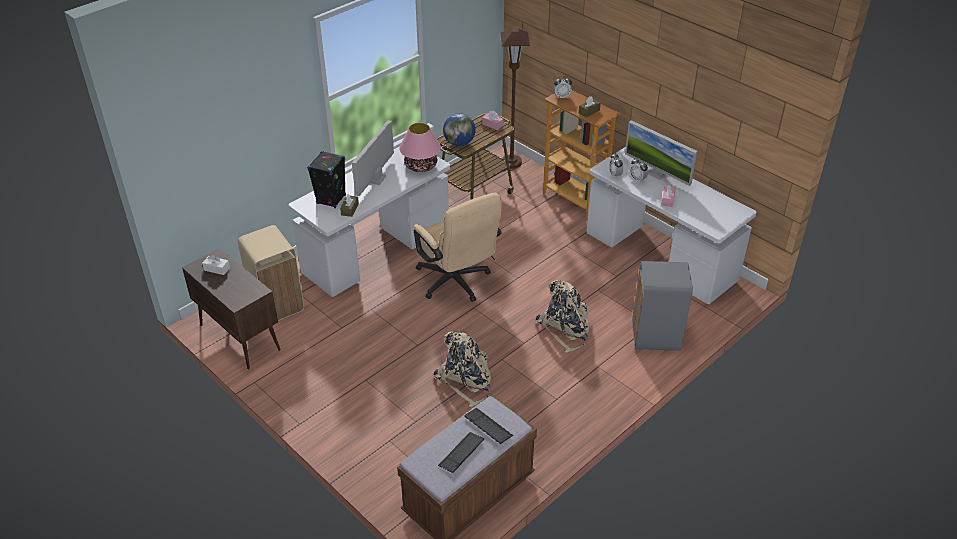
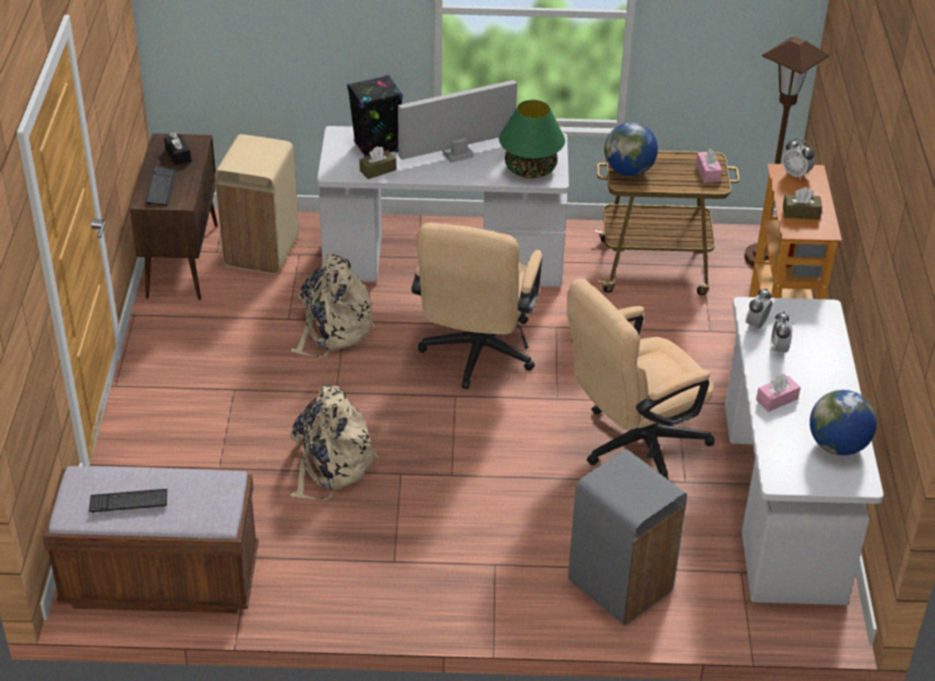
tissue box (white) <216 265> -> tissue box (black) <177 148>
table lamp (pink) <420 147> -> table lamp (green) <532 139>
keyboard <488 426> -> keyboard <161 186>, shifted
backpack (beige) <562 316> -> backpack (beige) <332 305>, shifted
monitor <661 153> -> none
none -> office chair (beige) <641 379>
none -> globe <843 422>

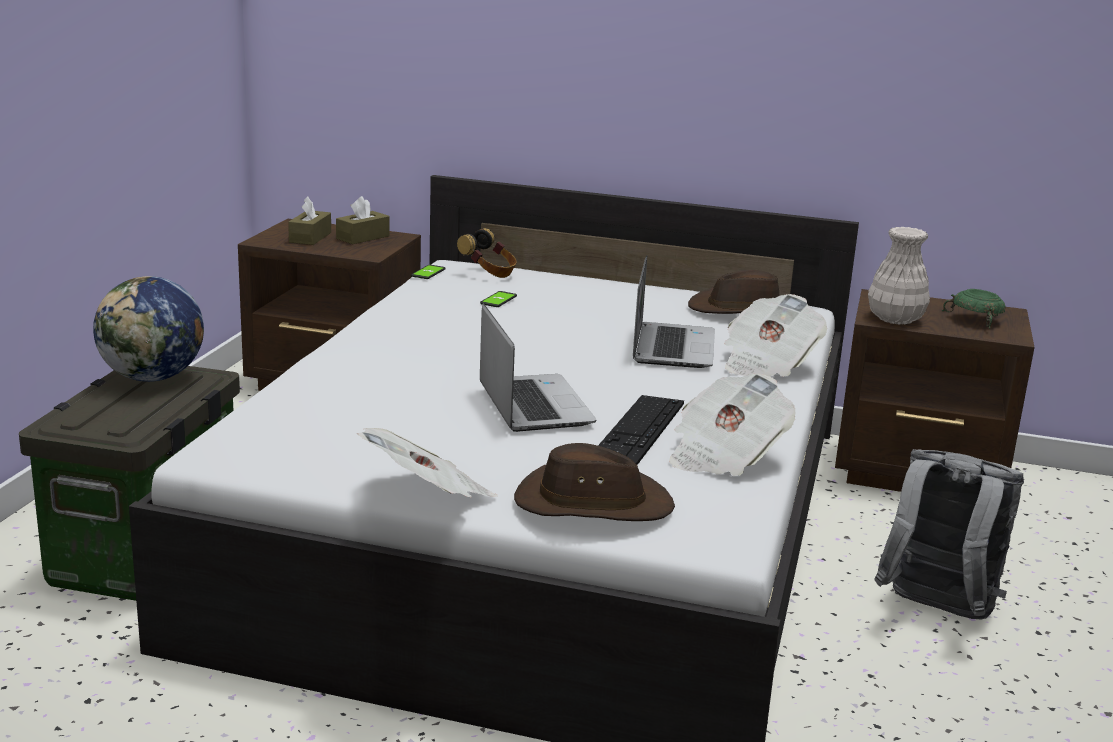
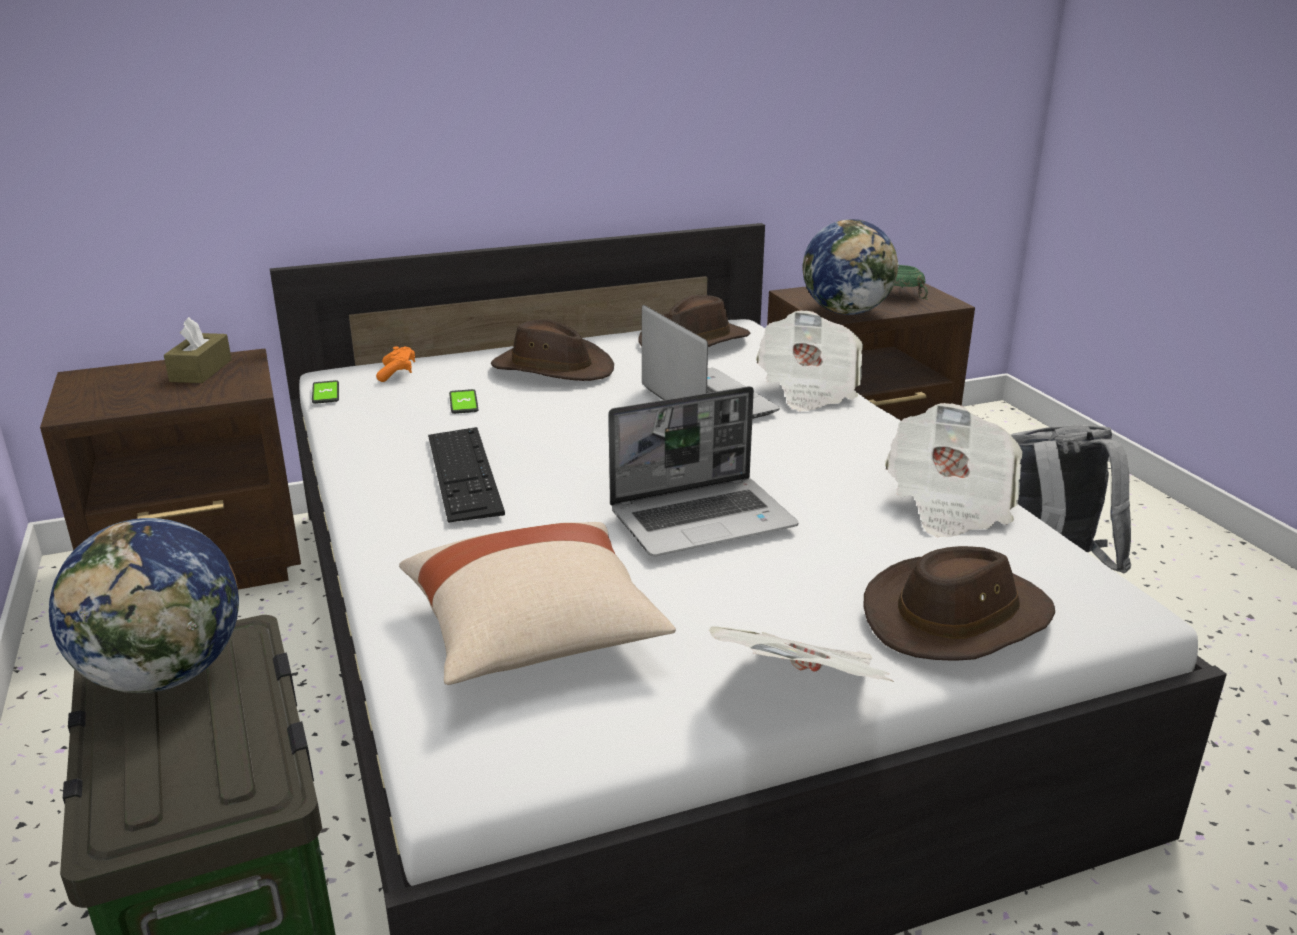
tissue box (brown) <309 221> -> none
headphones <487 253> -> game controller (orange) <395 364>
laptop <538 368> -> laptop <703 471>, 120 degrees clockwise
keyboard <641 430> -> keyboard <466 475>, shifted
vase (white) <899 276> -> globe <850 267>
none -> pillow (beige) <537 603>
none -> hat (brown) <552 350>

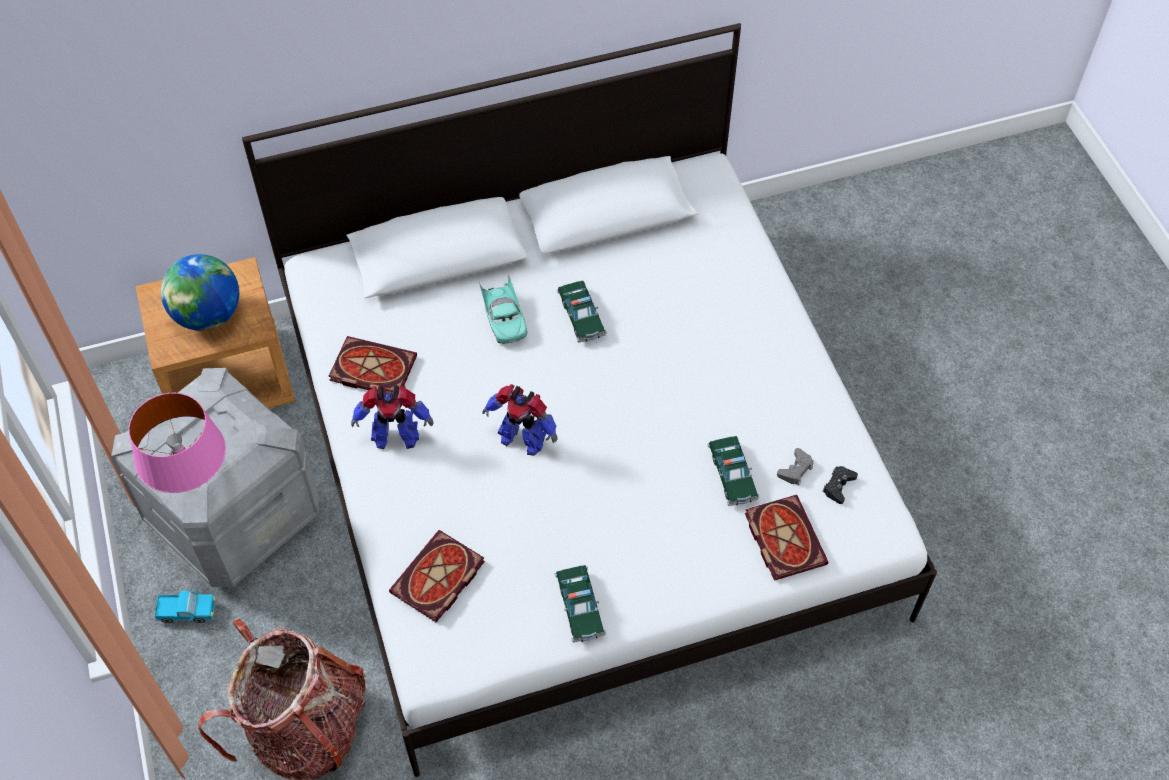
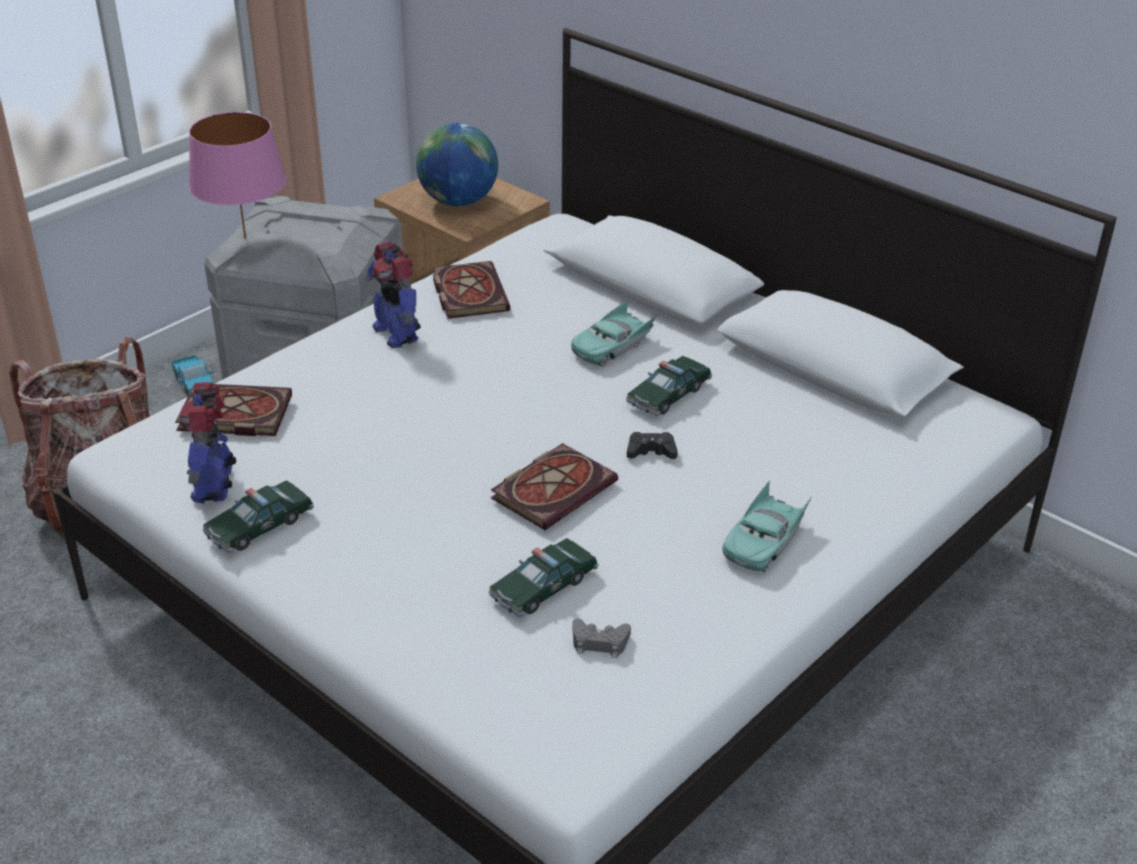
toy robot <519 420> -> toy robot <207 442>, shifted
book <787 538> -> book <554 486>, shifted
game controller (black) <840 485> -> game controller (black) <652 445>, shifted
none -> toy car (turquoise) <767 526>

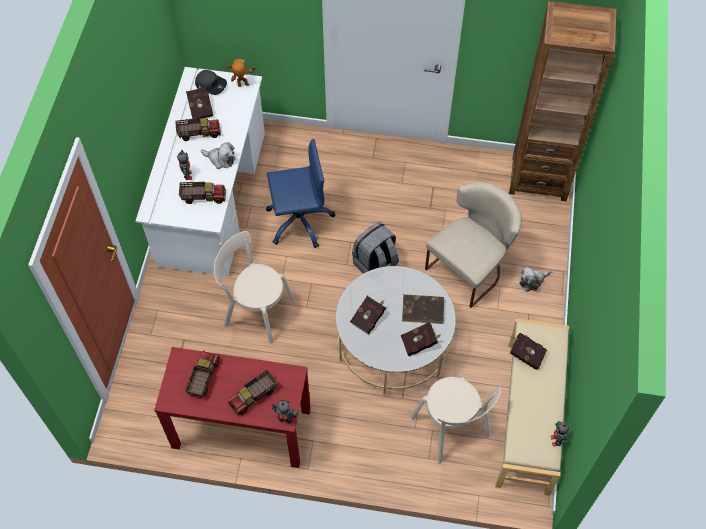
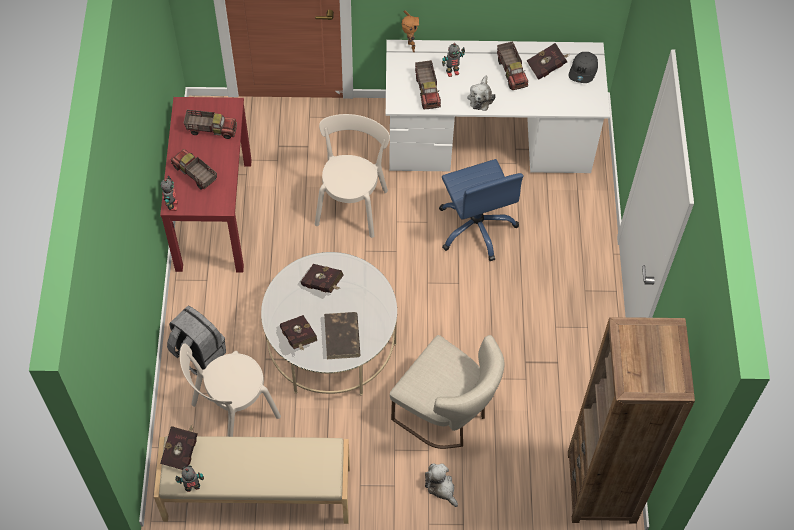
toy robot <240 73> -> toy robot <410 31>, shifted
backpack (grey) <375 247> -> backpack (grey) <196 340>, shifted
book (red) <528 351> -> book (red) <179 448>, shifted

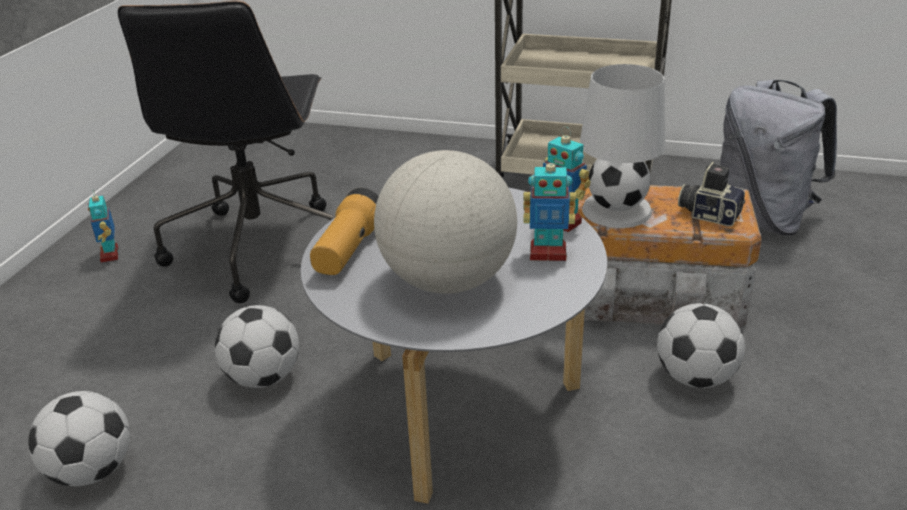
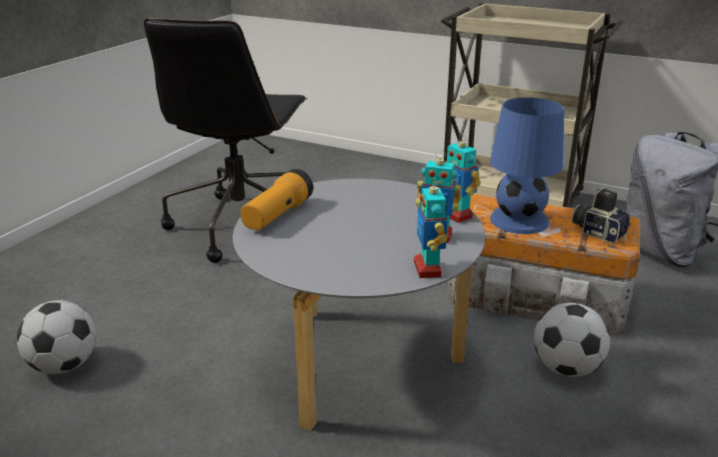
toy robot <103 226> -> toy robot <431 227>, shifted
football <257 346> -> none
globe <445 222> -> none
table lamp (white) <623 146> -> table lamp (blue) <527 165>

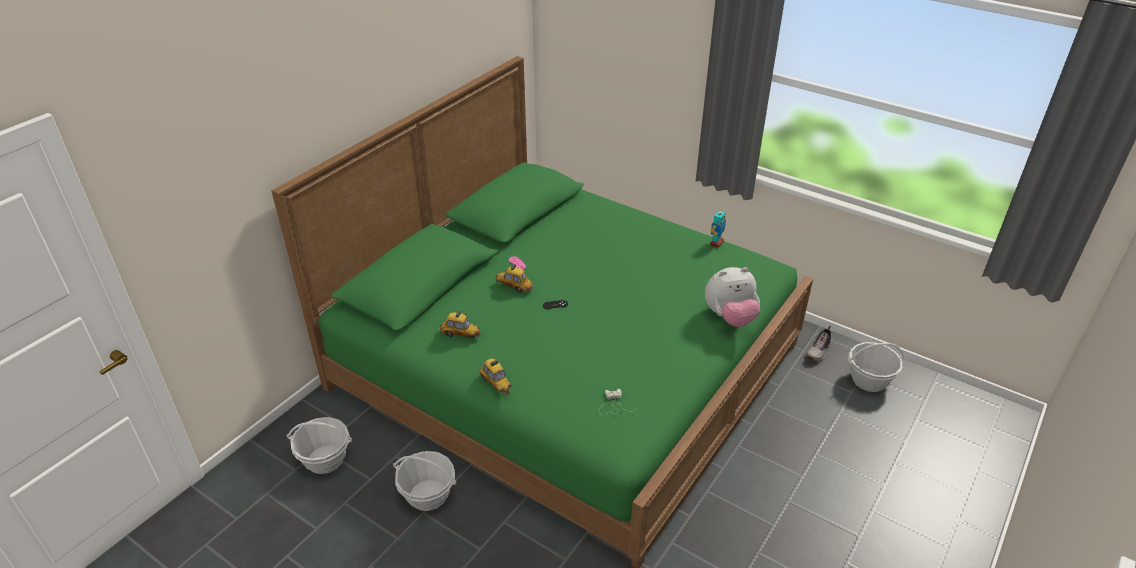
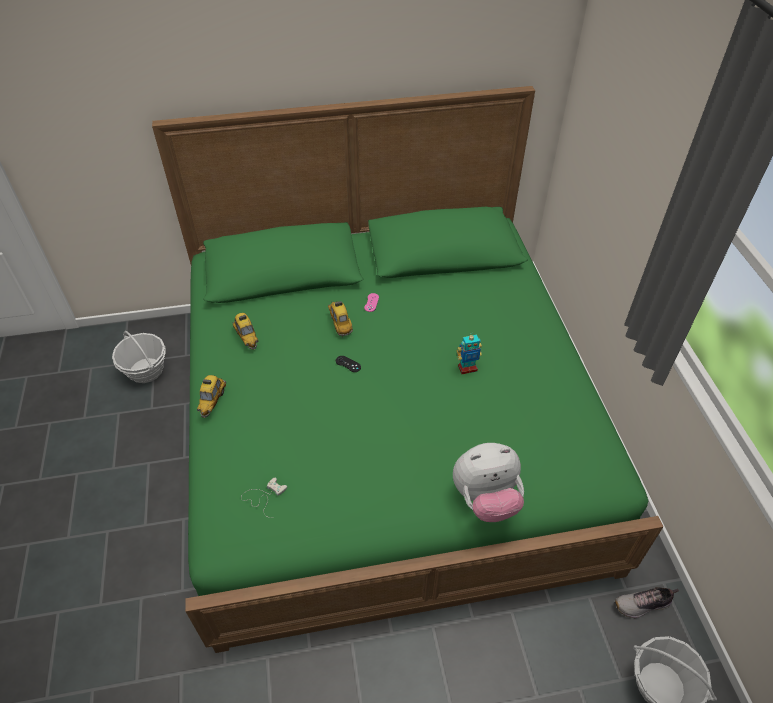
basket <424 481> -> none
plush toy <732 297> -> plush toy <488 482>, 45 degrees counterclockwise
toy robot <718 229> -> toy robot <469 354>, shifted

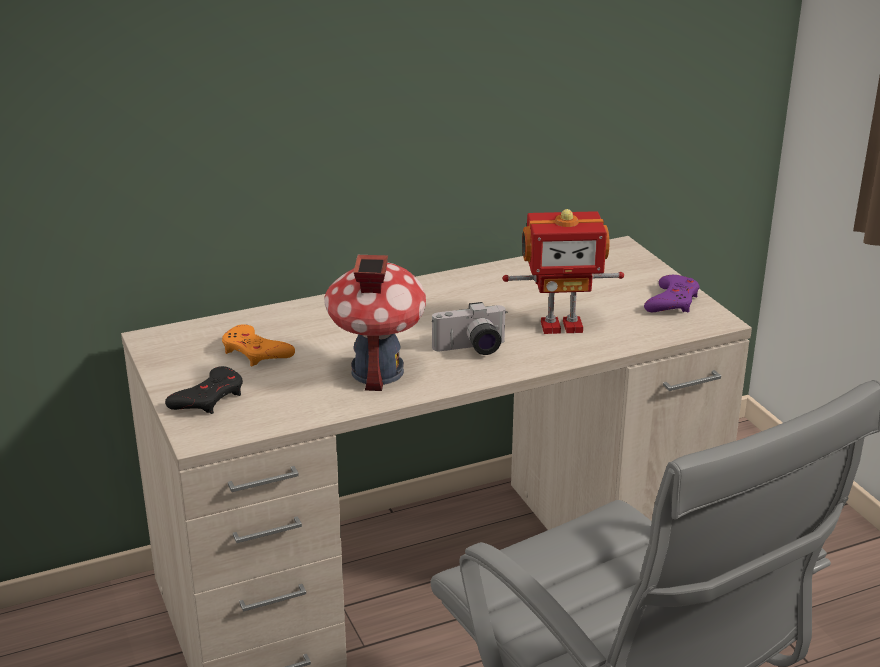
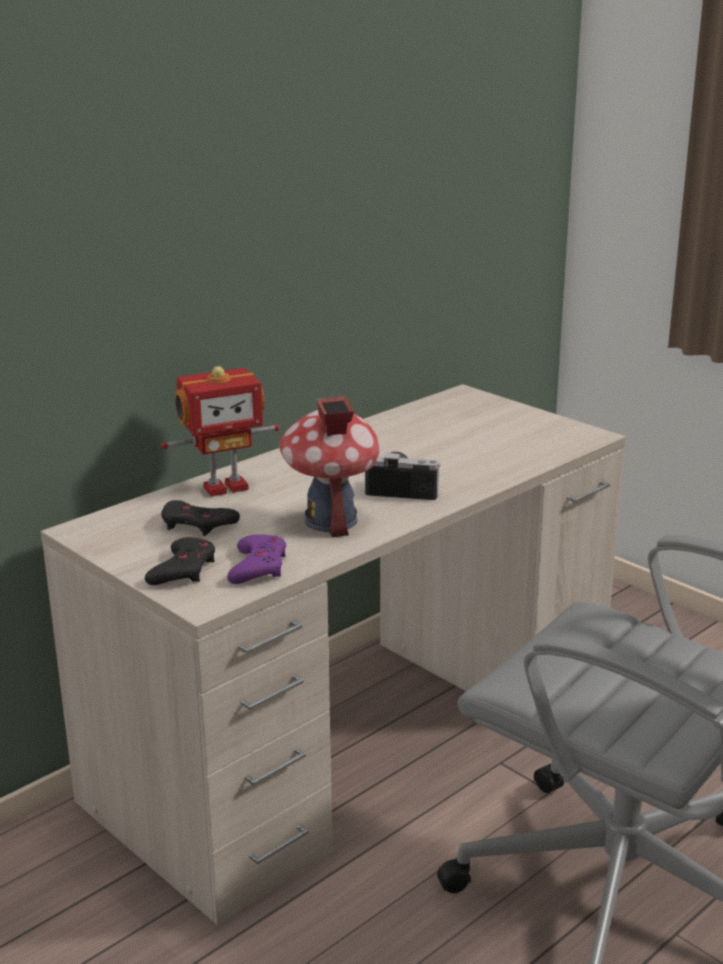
game controller (orange) <258 345> -> game controller (black) <200 518>
photo camera <469 328> -> photo camera <403 476>, 135 degrees counterclockwise
toy robot <563 271> -> toy robot <220 431>, shifted
game controller (purple) <672 294> -> game controller (purple) <256 559>, shifted

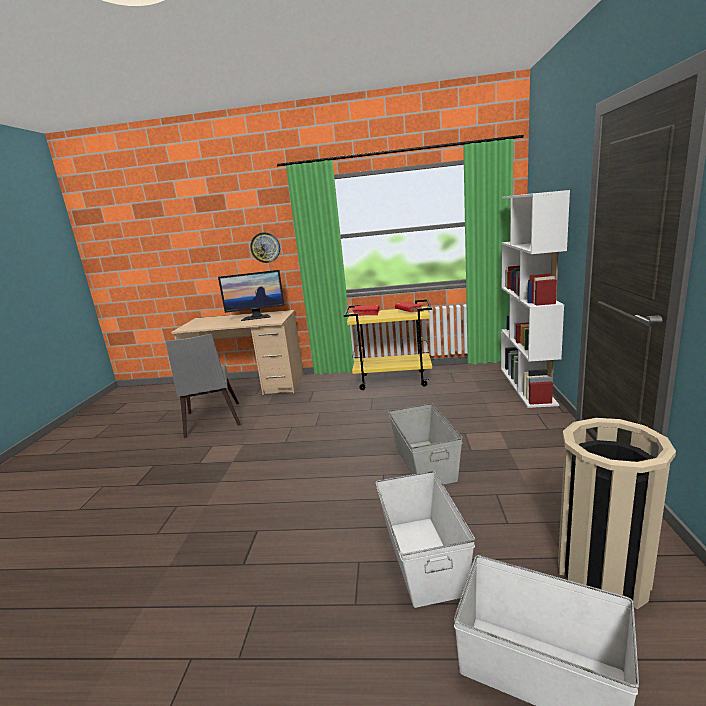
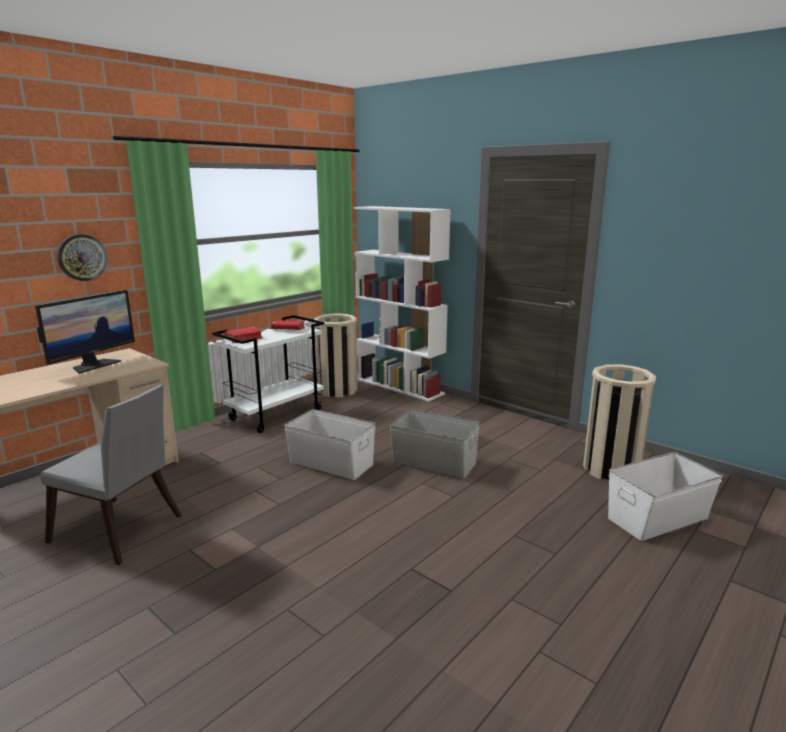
cart (yellow) <388 344> -> cart (white) <268 374>
storage box (white) <425 539> -> storage box (white) <330 444>, shifted
none -> trash can (beige) <335 355>

